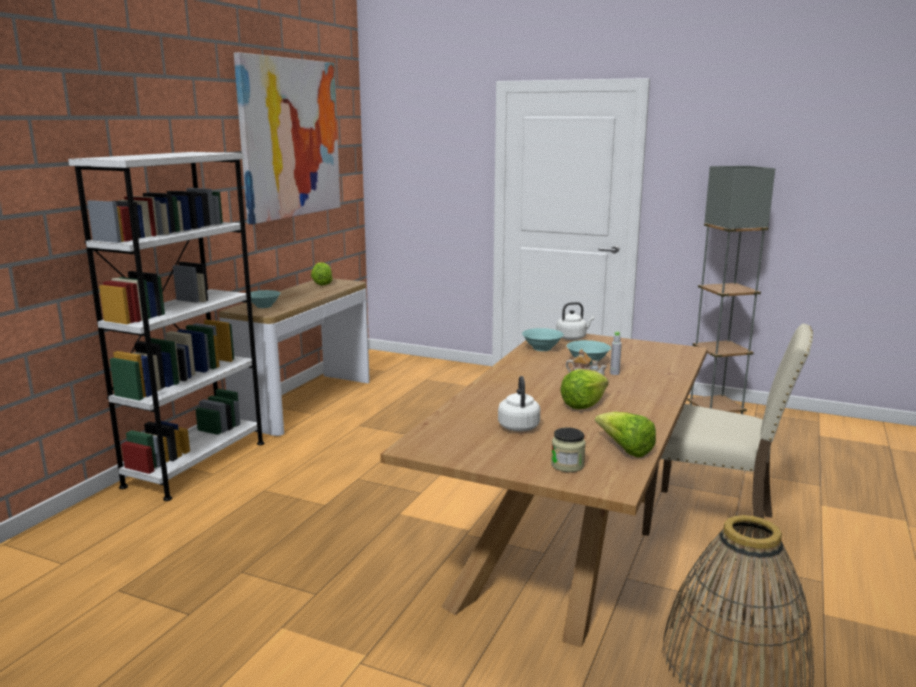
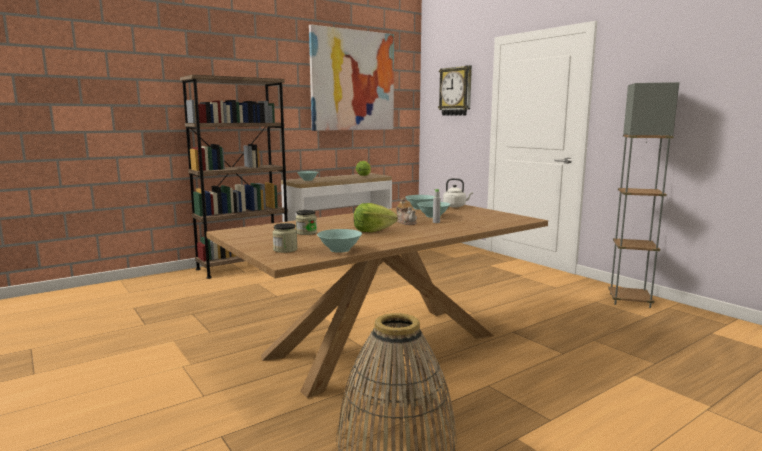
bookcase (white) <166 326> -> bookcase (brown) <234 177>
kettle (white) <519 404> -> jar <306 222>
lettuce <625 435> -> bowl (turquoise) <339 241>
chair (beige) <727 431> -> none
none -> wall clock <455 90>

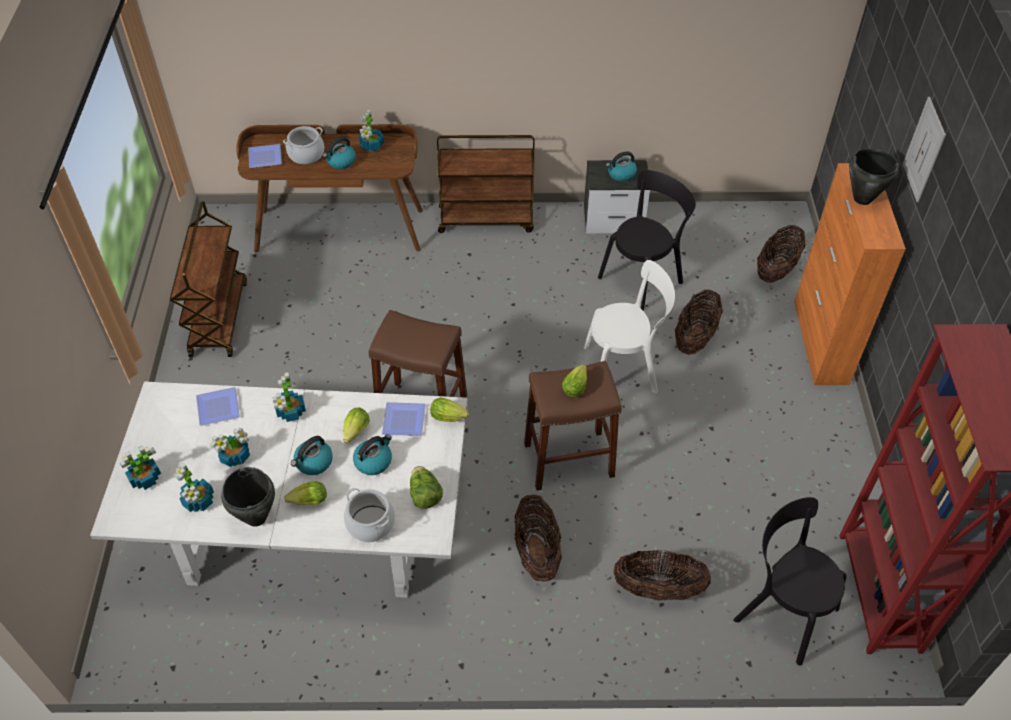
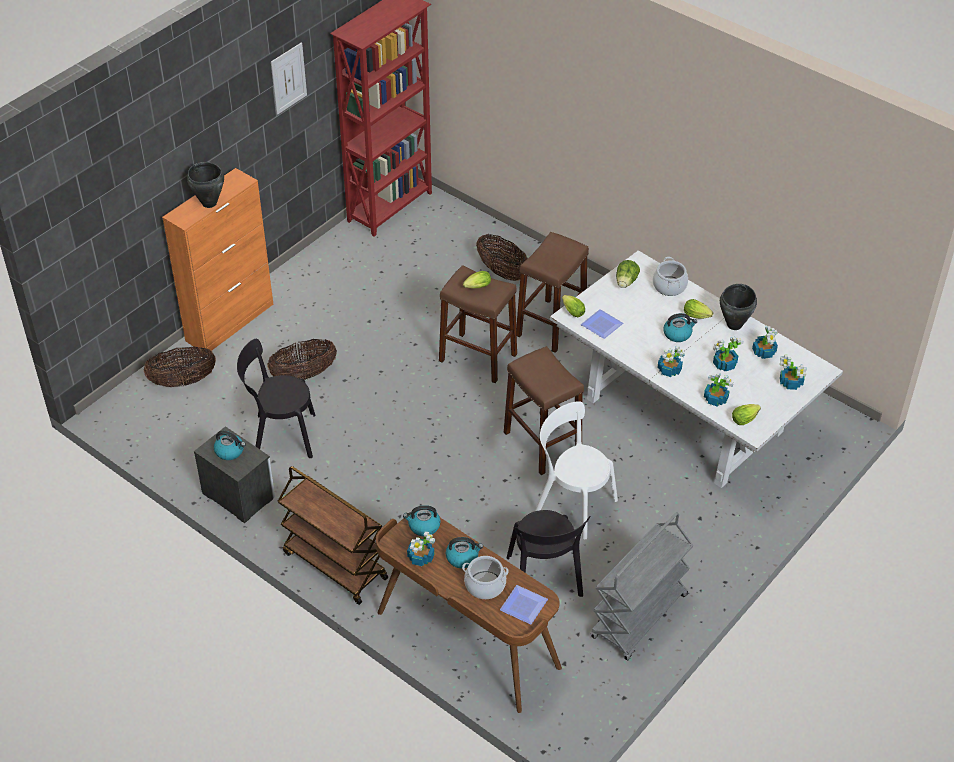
cart (brown) <208 279> -> cart (grey) <642 586>
plate <218 406> -> potted plant <719 389>
lettuce <356 425> -> lettuce <746 414>, shifted
kettle <372 454> -> kettle <422 520>, shifted
basket <538 538> -> stool (brown) <552 292>
chair (white) <629 326> -> chair (white) <576 470>, shifted
chair (black) <790 581> -> chair (black) <548 553>, shifted
picture <924 149> -> picture <289 79>, shifted

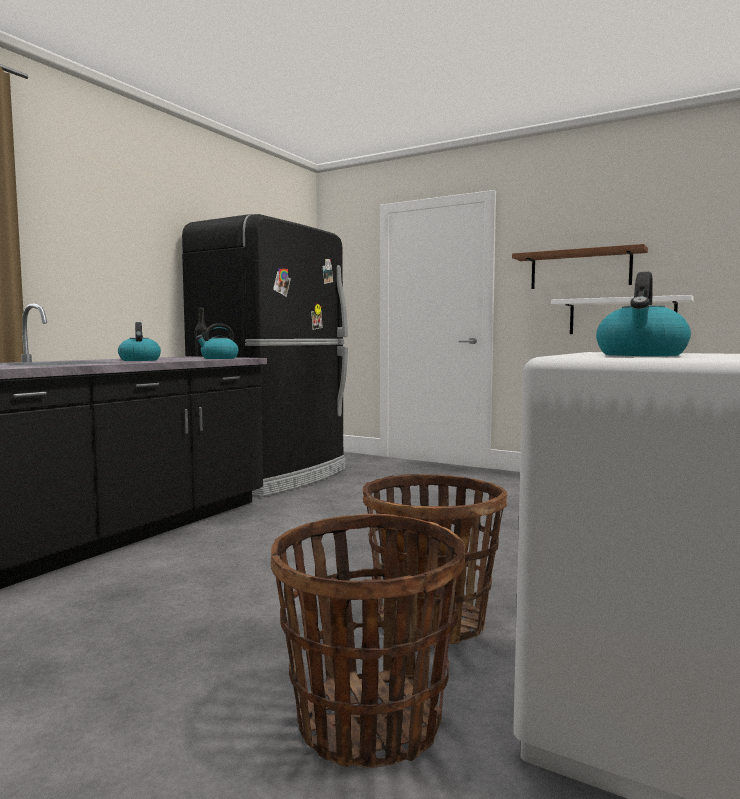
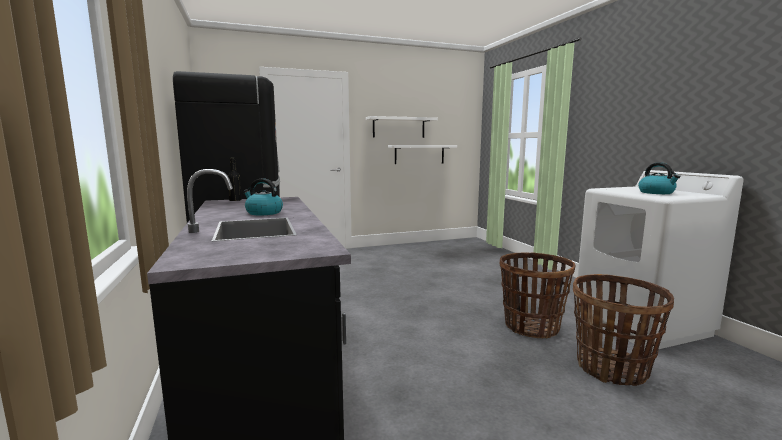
kettle <217 341> -> none
shelf (brown) <580 266> -> shelf (white) <402 127>

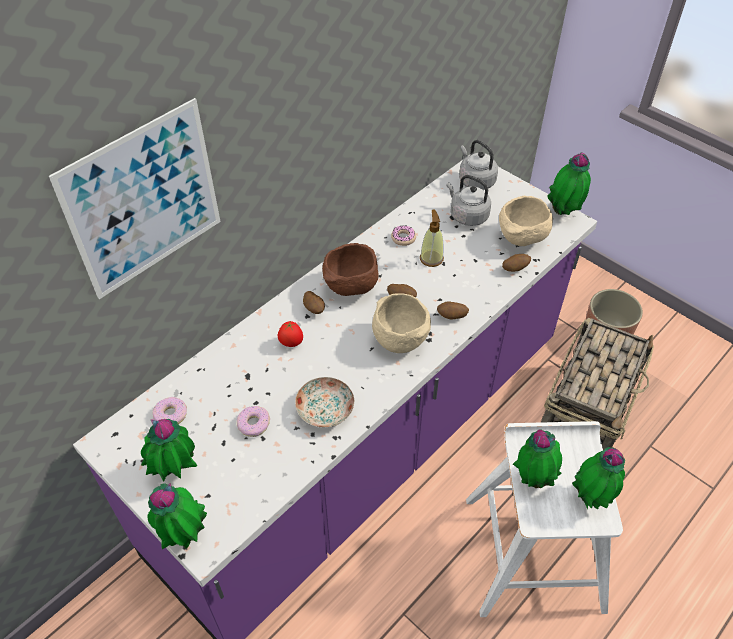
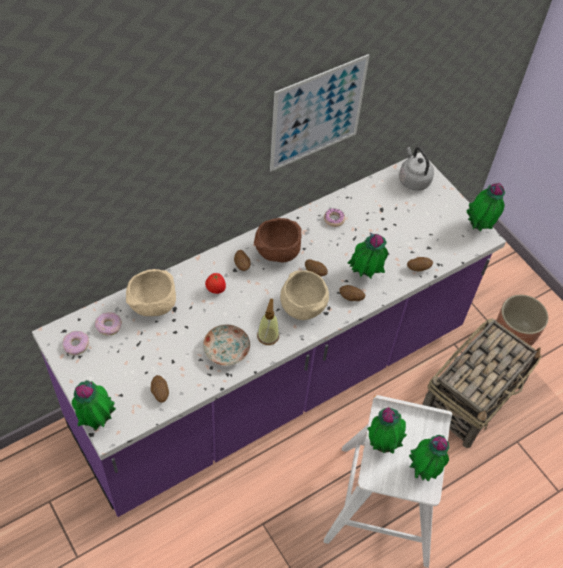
picture <135 198> -> picture <320 112>, shifted
potted plant <169 450> -> potted plant <368 255>, shifted
donut <253 421> -> donut <75 343>, shifted
soap dispenser <432 238> -> soap dispenser <268 322>, shifted
kettle (grey) <468 200> -> none
bowl (beige) <526 221> -> bowl (beige) <151 292>, shifted
none -> potato <160 388>

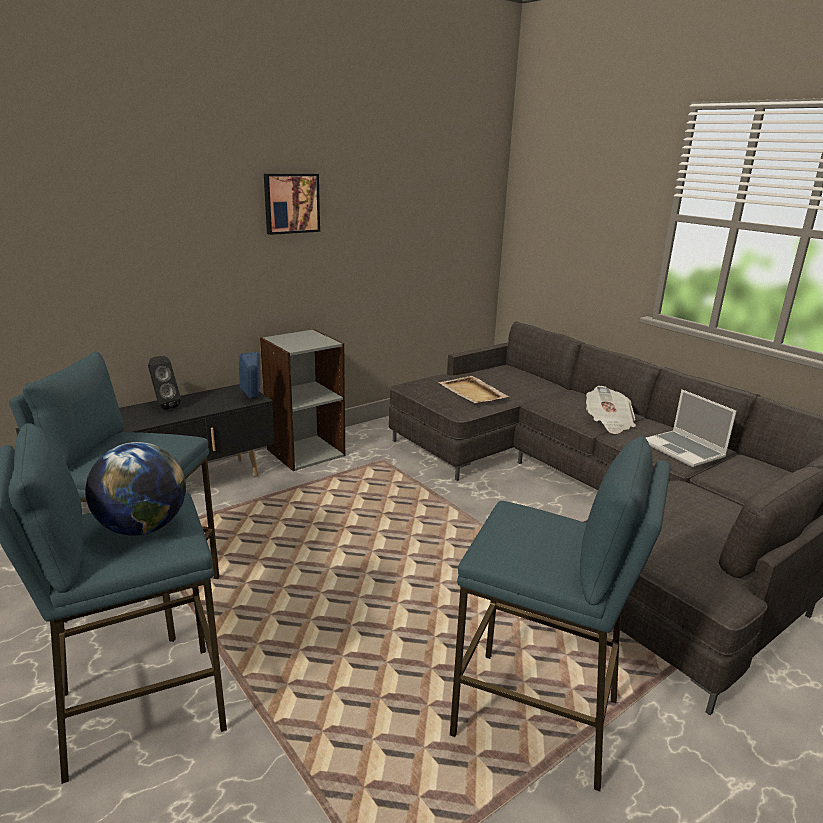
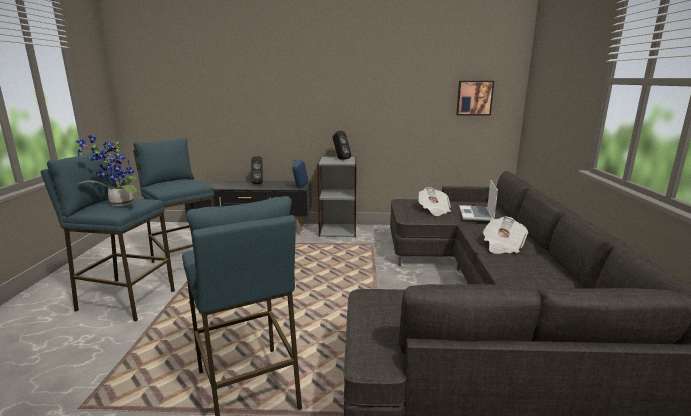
globe <135 489> -> potted plant <106 170>
picture <292 204> -> picture <475 98>, shifted
tray (beige) <474 389> -> newspaper <434 201>
laptop <691 428> -> laptop <478 200>, shifted
none -> speaker (black) <341 145>

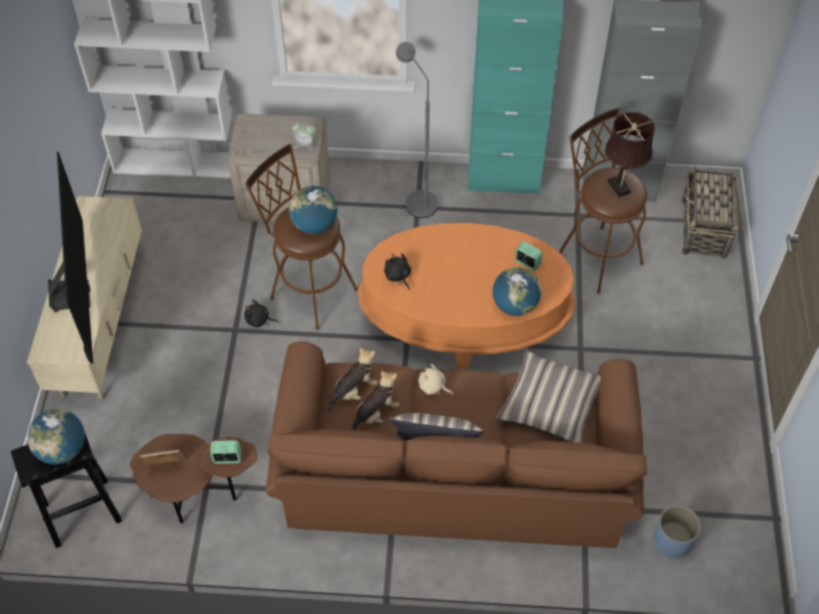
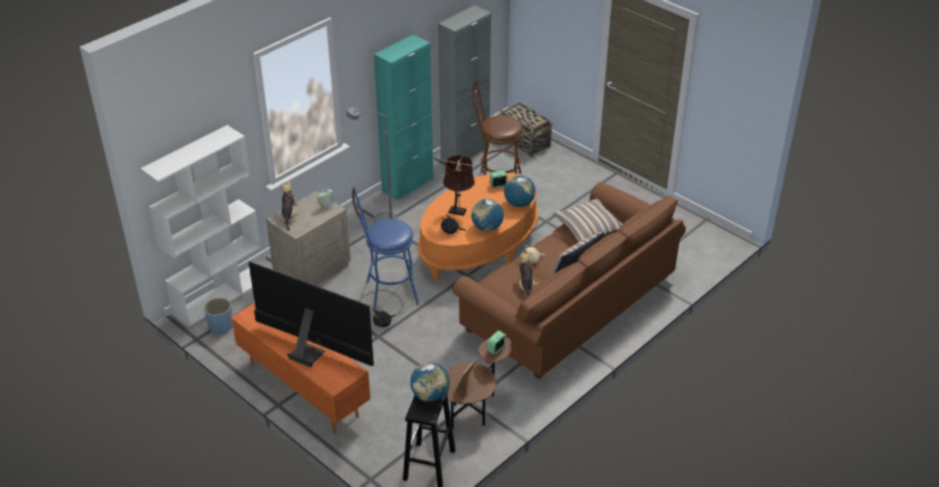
tv stand (beige) <84 297> -> tv stand (orange) <300 368>
stool (brown) <301 237> -> stool (blue) <385 249>
globe <313 210> -> globe <487 215>, shifted
plush toy <353 380> -> plush toy <289 205>, shifted
table lamp (brown) <630 154> -> table lamp (brown) <459 185>, shifted
planter (blue) <677 531> -> planter (blue) <218 316>, shifted

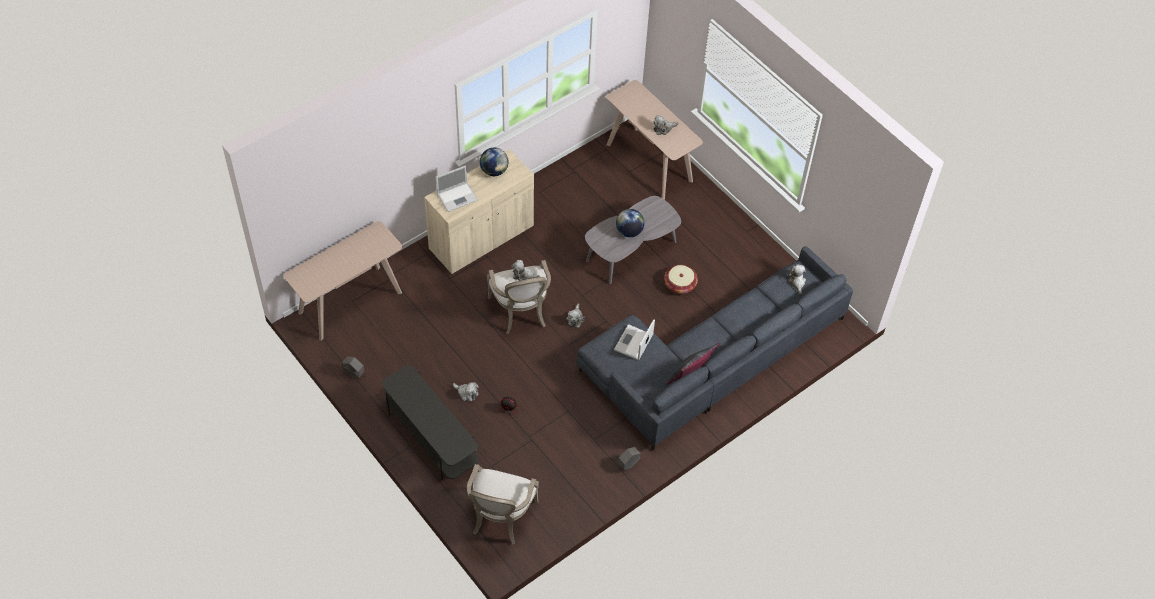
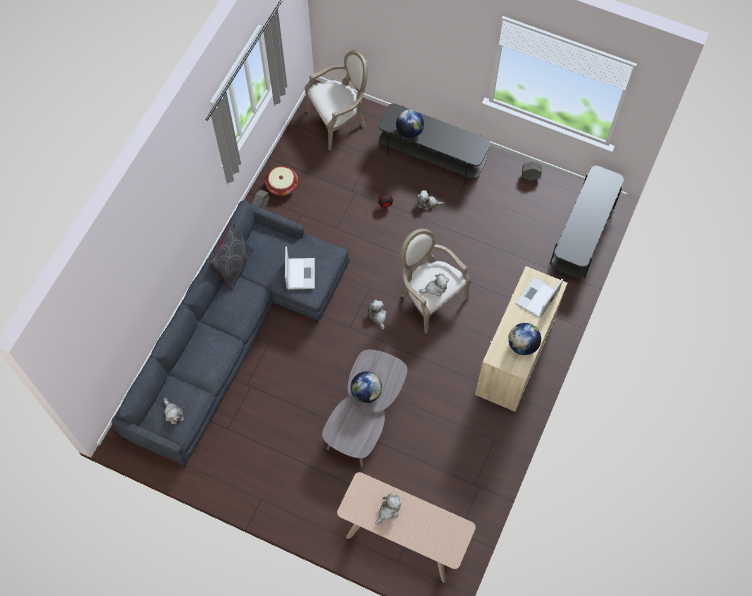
console table (beige) <343 281> -> tv stand (grey) <587 222>
armchair <503 504> -> armchair <336 100>, 75 degrees clockwise
basket <681 279> -> basket <281 181>, shifted
none -> globe <410 124>

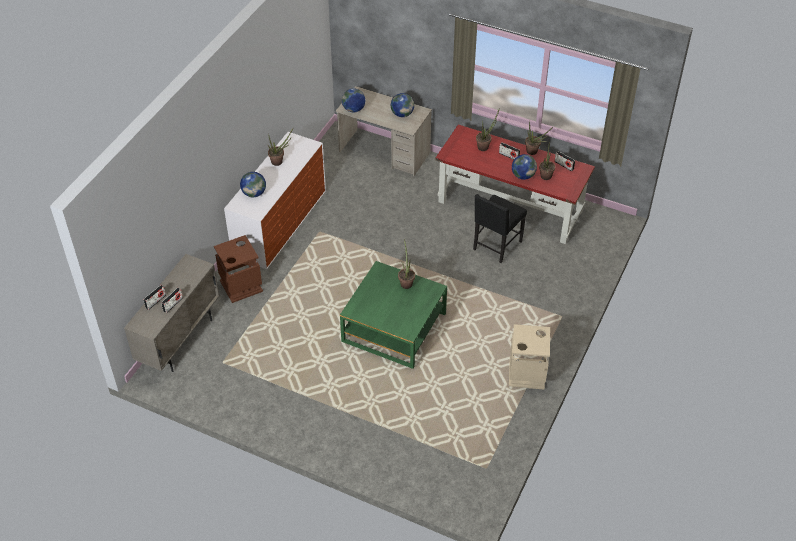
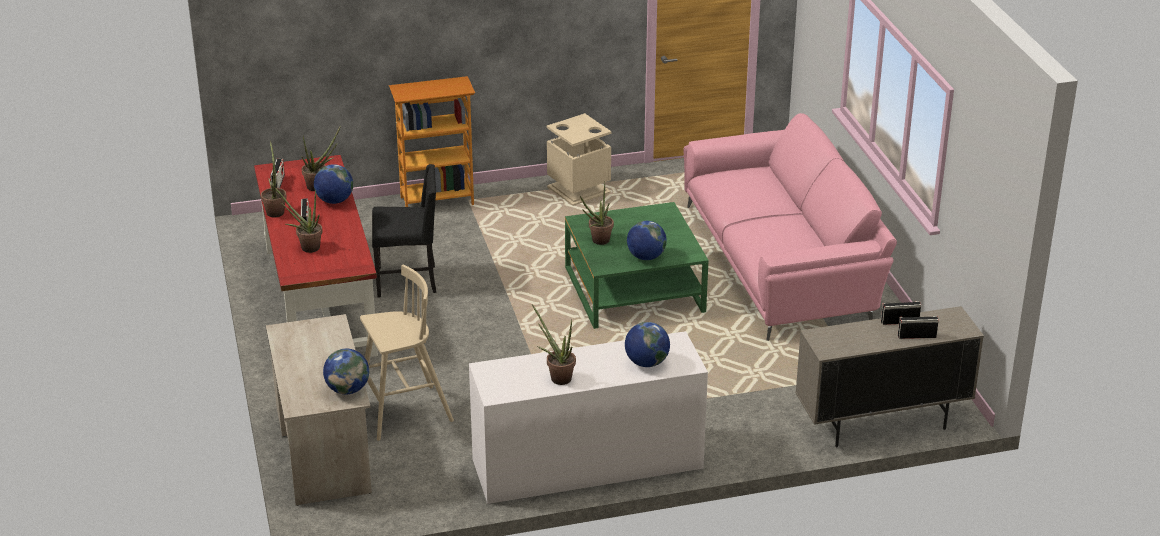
trash can (brown) <238 269> -> none
globe <402 105> -> globe <647 240>, shifted
none -> stool (beige) <407 353>
none -> bookcase <432 141>
none -> sofa (pink) <790 227>

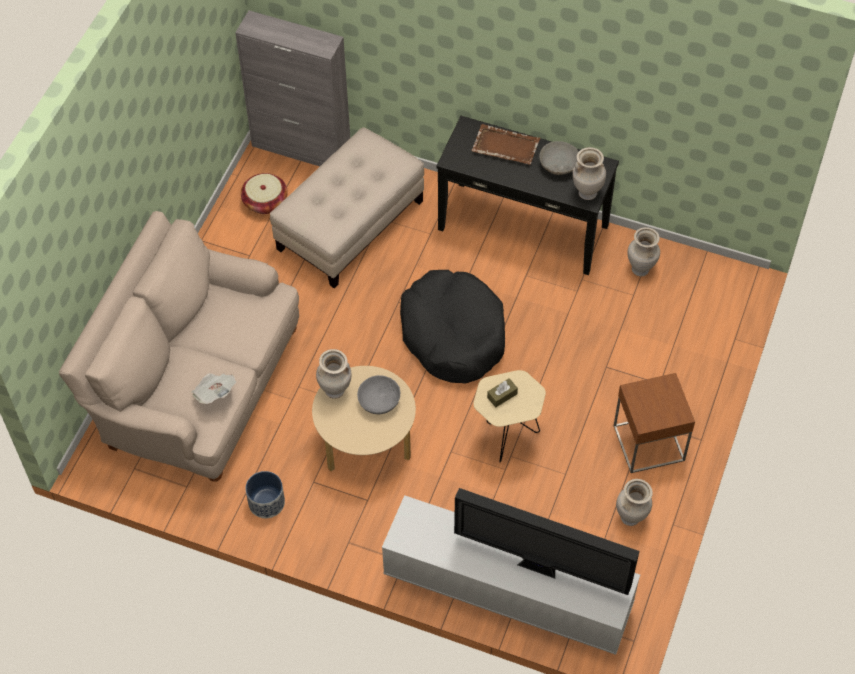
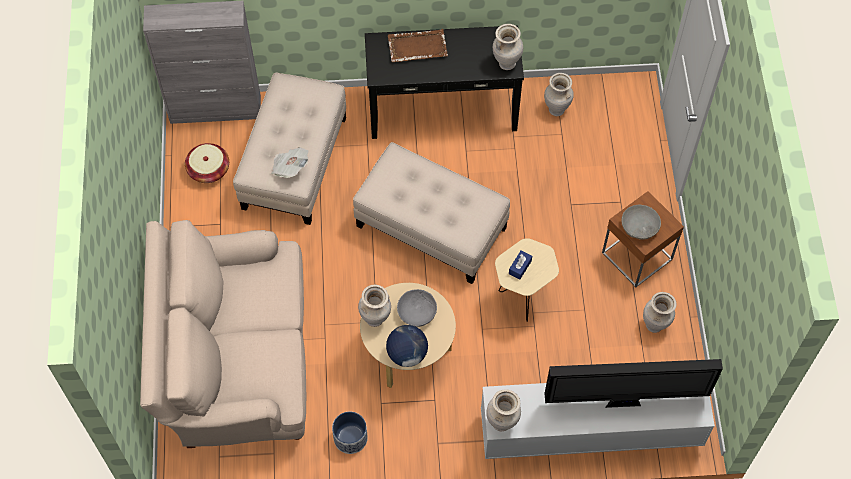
newspaper <213 388> -> newspaper <290 162>, shifted
dog bed (black) <452 327> -> ottoman (beige) <431 213>
tissue box (brown) <502 392> -> tissue box (blue) <520 264>
bowl (grey) <559 158> -> bowl (grey) <641 222>, shifted
none -> globe <407 346>
none -> vase (beige) <503 410>

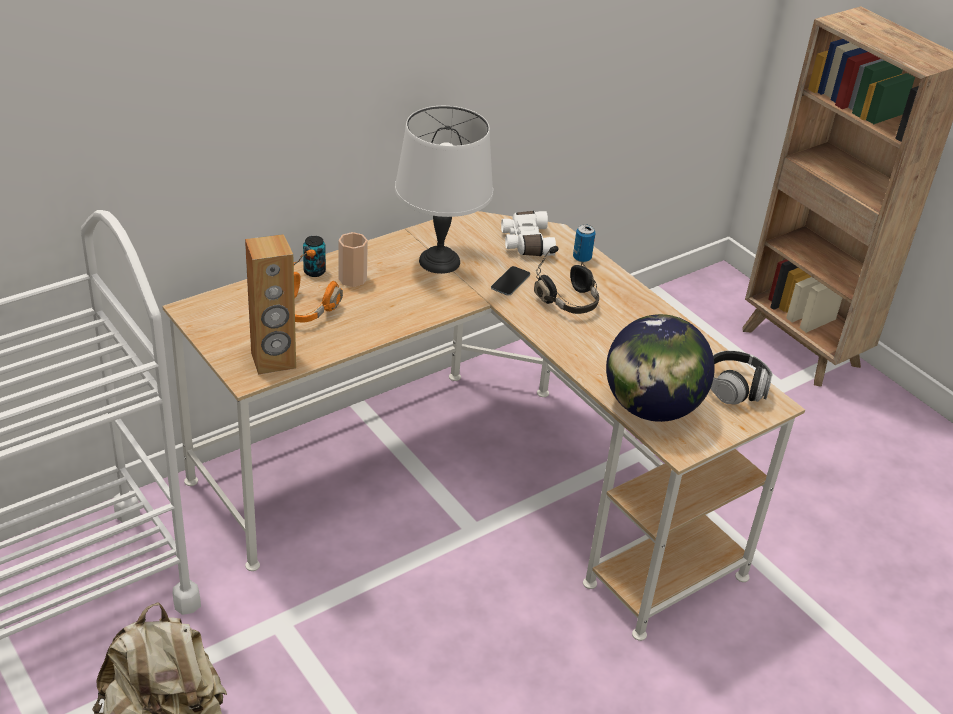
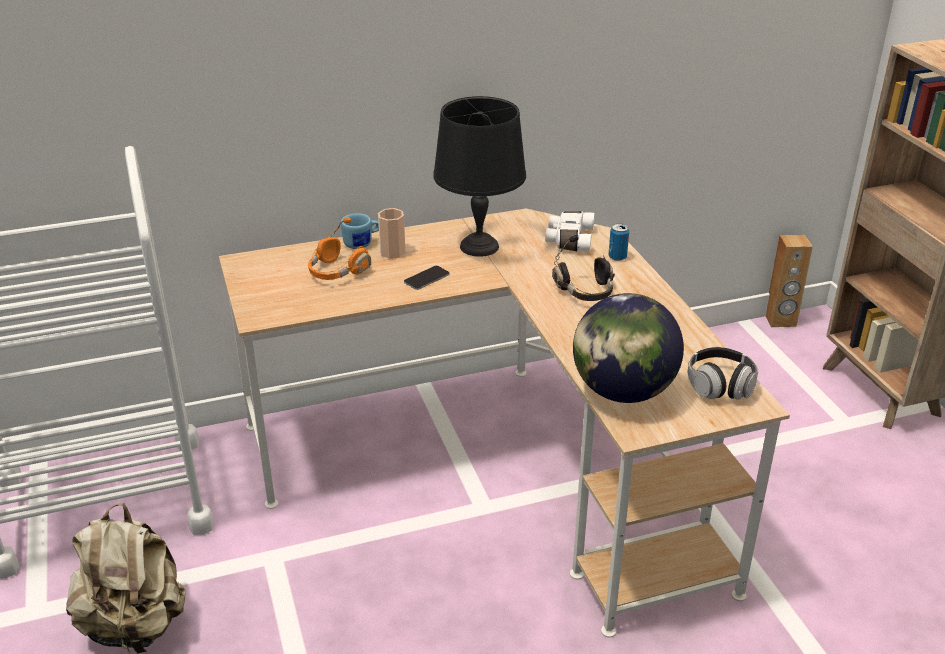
speaker (brown) <270 304> -> speaker (brown) <789 281>, shifted
can <314 256> -> mug (blue) <360 231>
table lamp (white) <444 190> -> table lamp (black) <479 176>
phone <510 281> -> phone <427 278>, shifted

